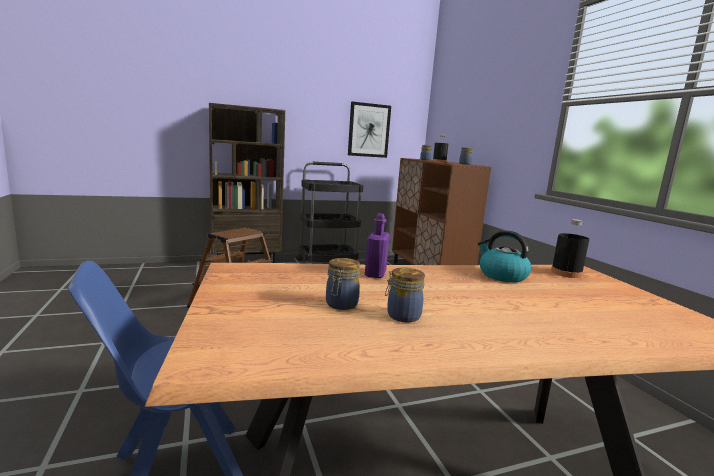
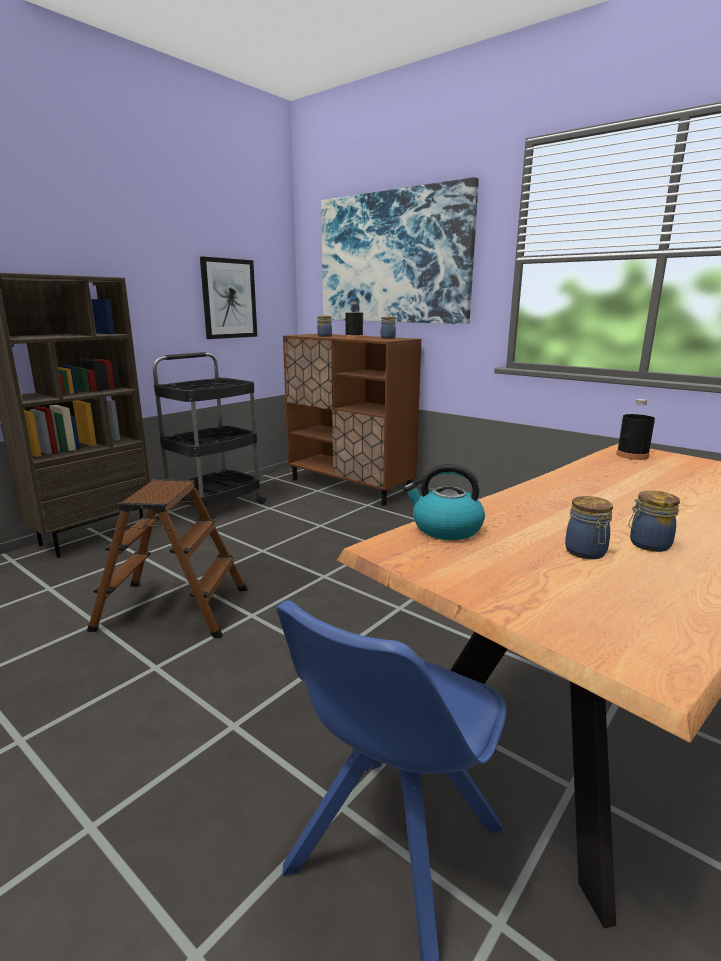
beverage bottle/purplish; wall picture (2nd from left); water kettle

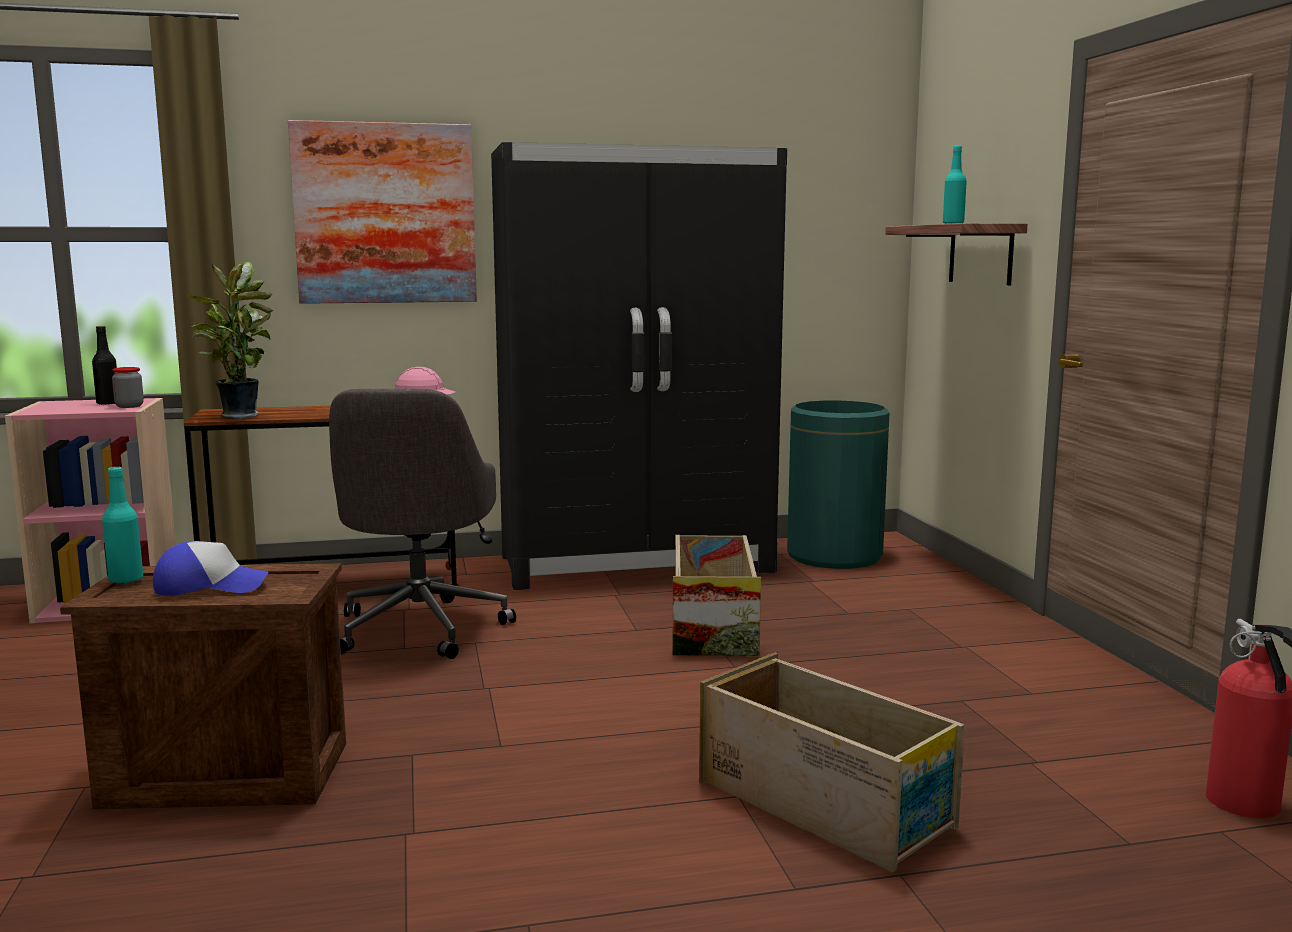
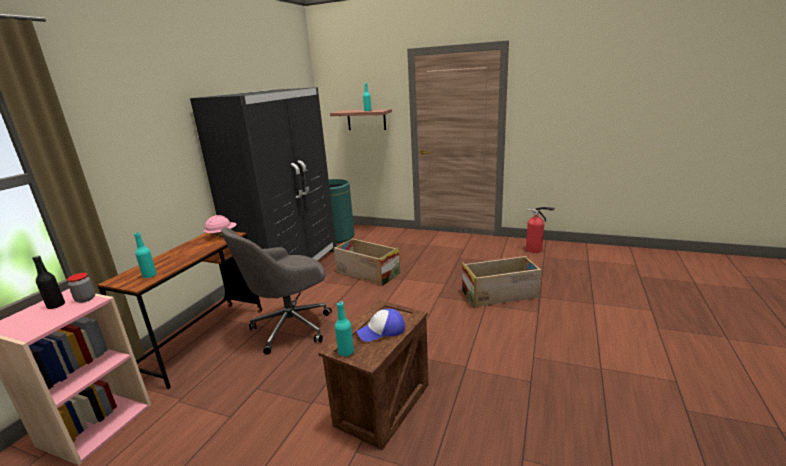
wall picture; beverage bottle/turquoise (1st from left); baseball cap; desk chair/greyish

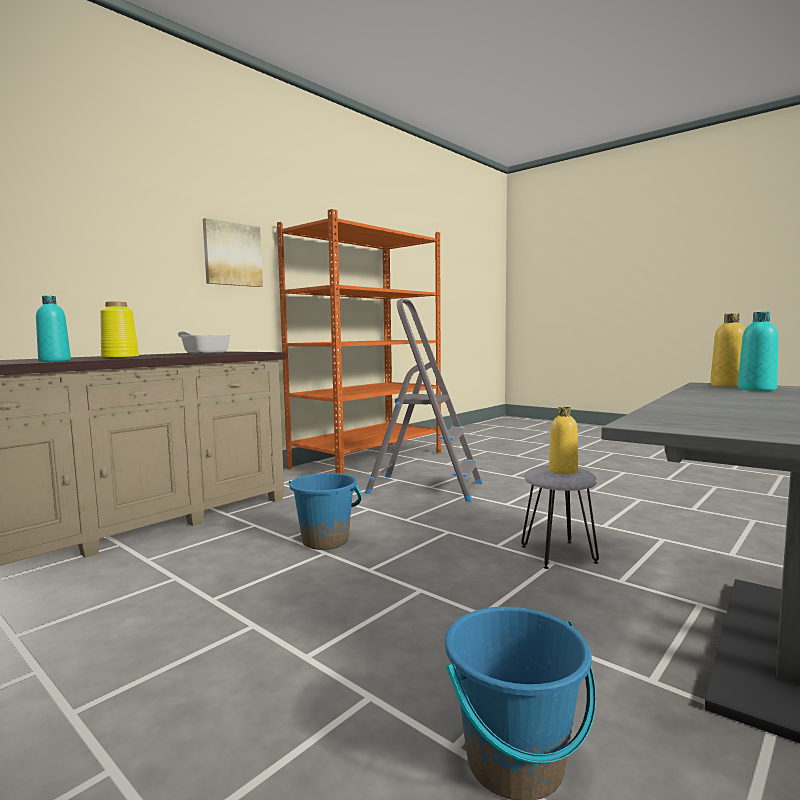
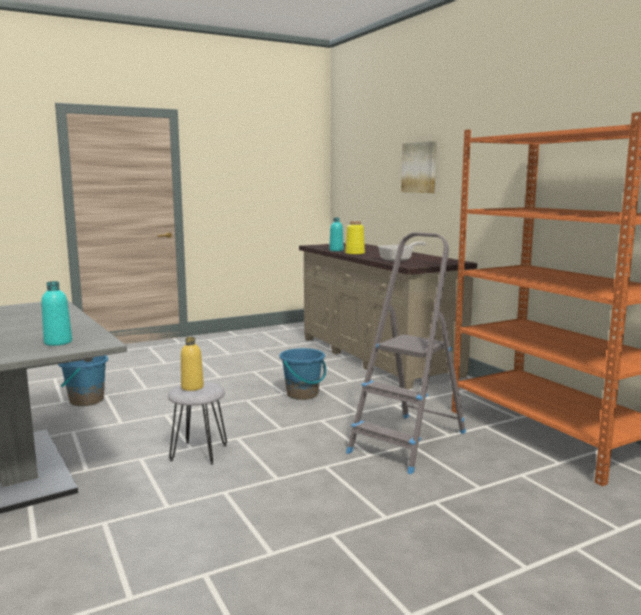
beverage bottle/yellow (2nd from left in the first image); wall picture

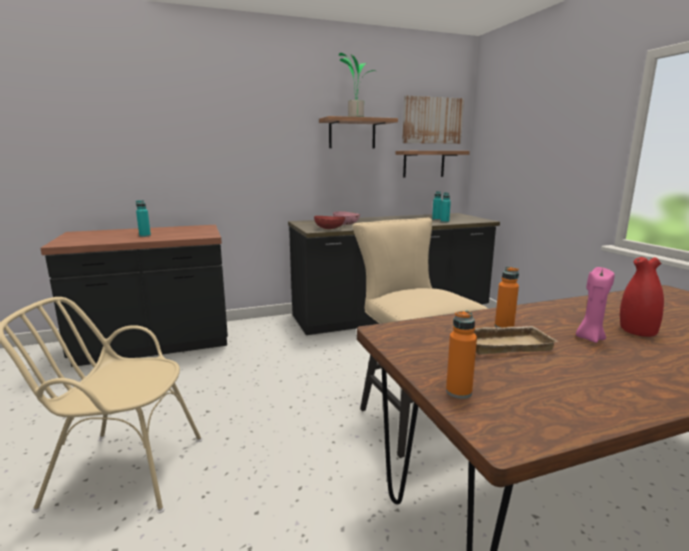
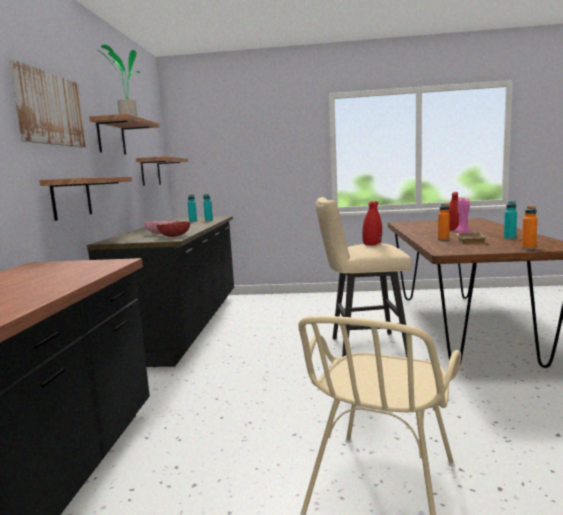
wall shelf (1st from left); decorative vase/red-coloured (1st from left); beverage bottle/turquoise (3rd from left); wall picture

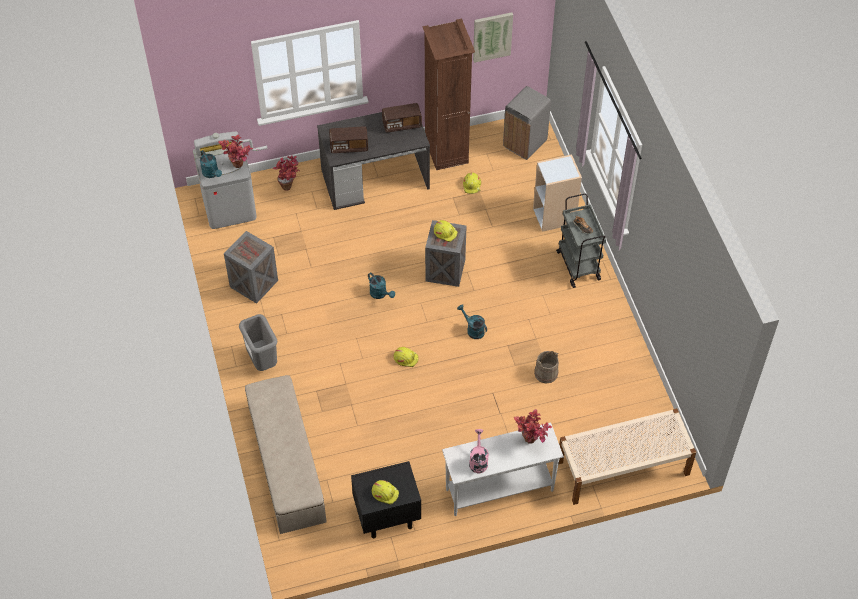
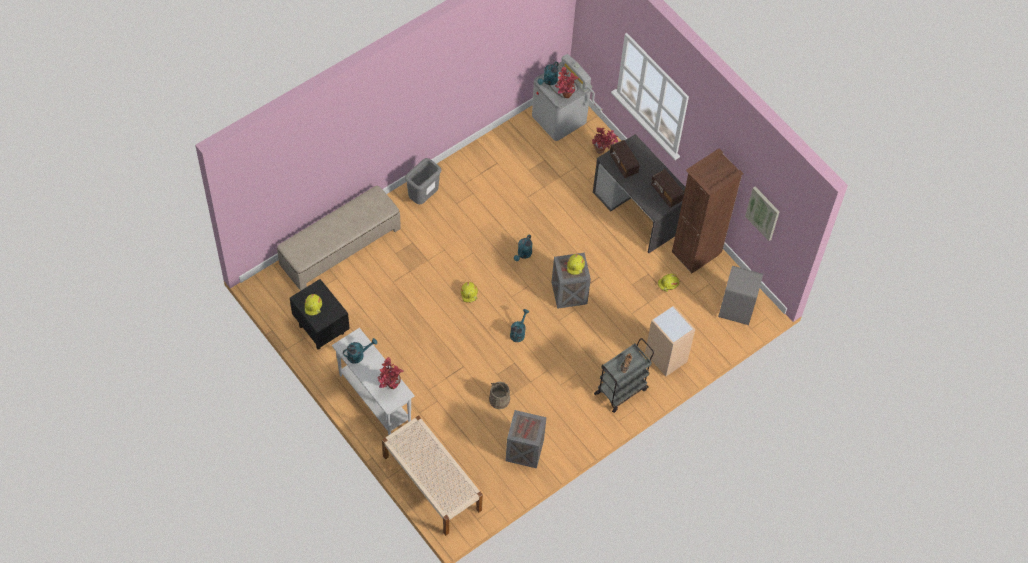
crate (1st from left); sprinkling can/turquoise (1st from left)

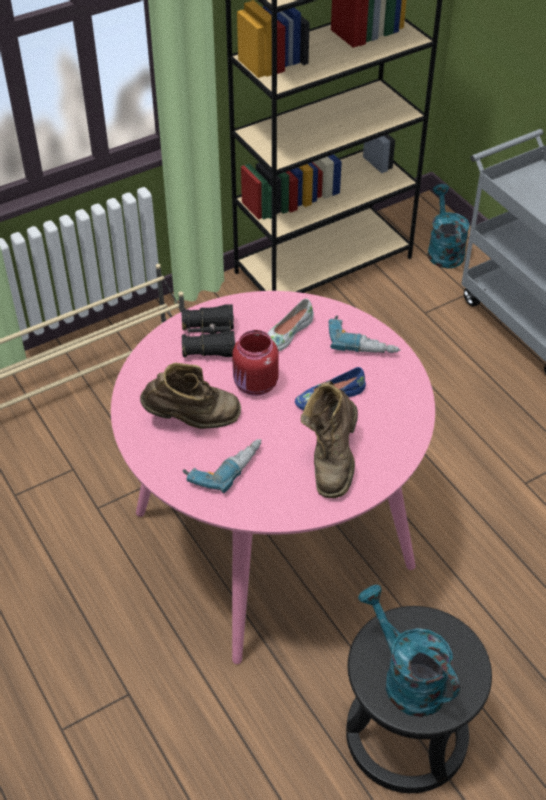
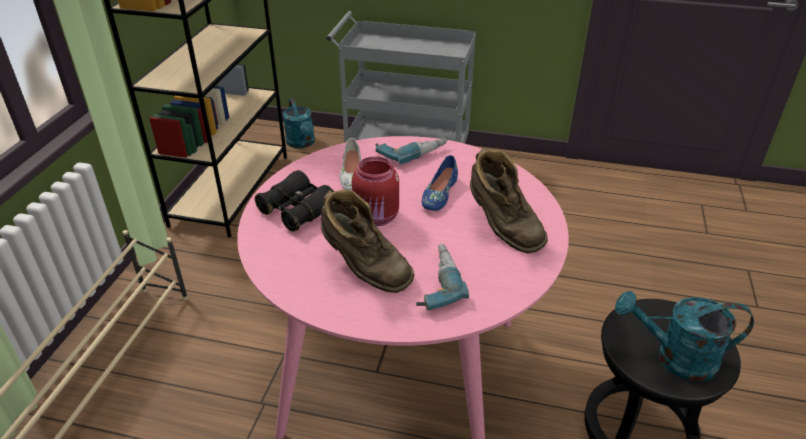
tall boot/brown (1st from left); sprinkling can/turquoise (1st from left)

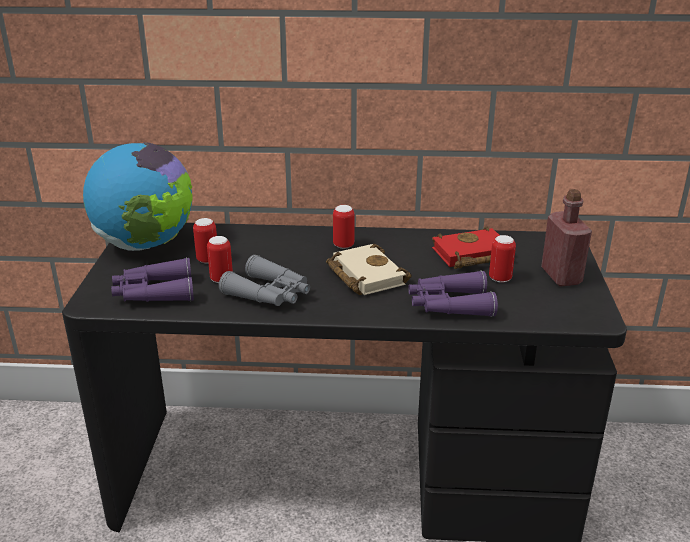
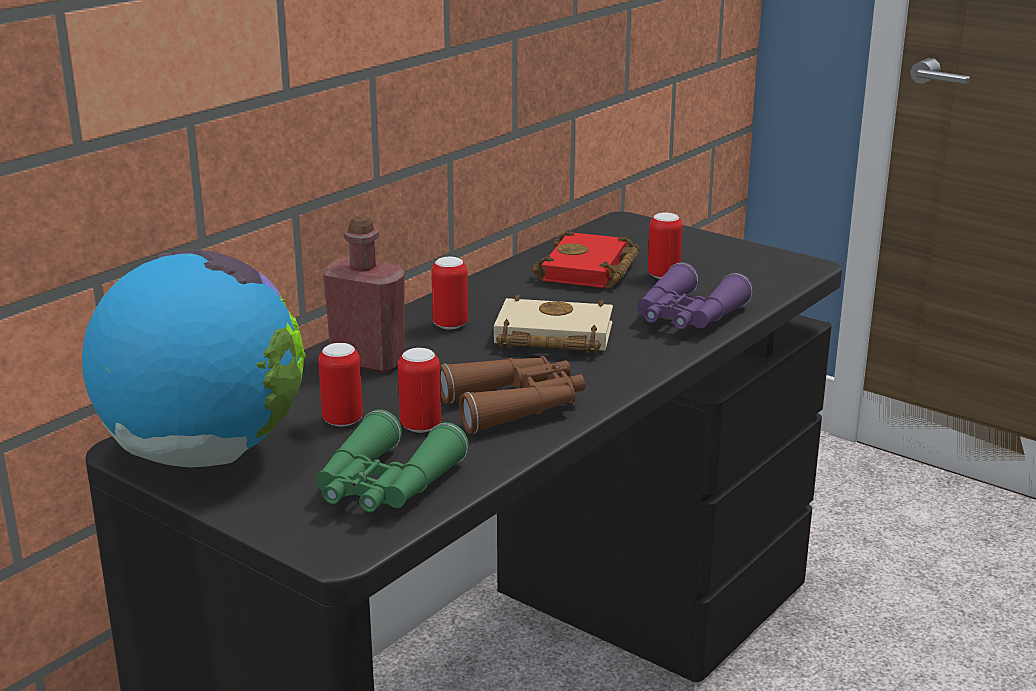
beverage bottle/red-coloured; binoculars/green-coloured; binoculars/brown

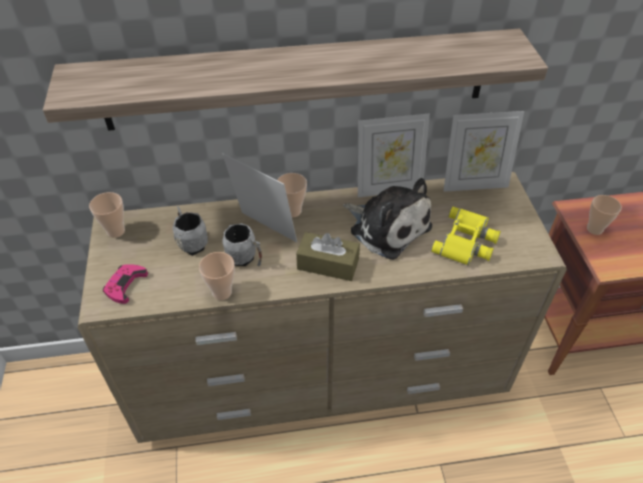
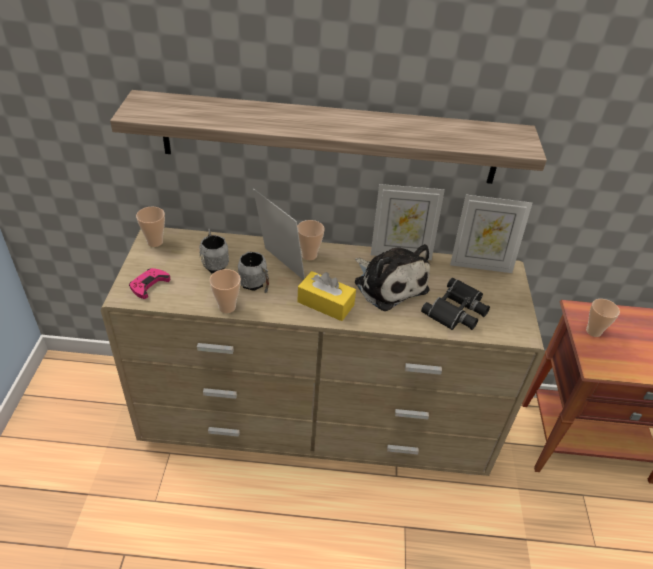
tissue holder/yellow; binoculars/black-coloured

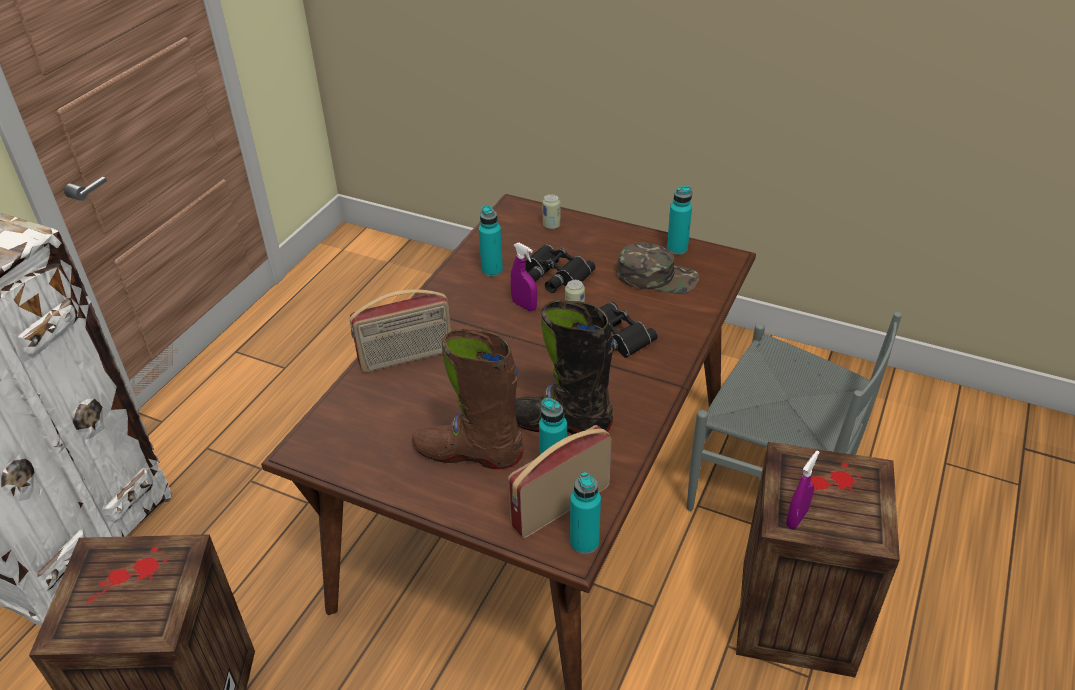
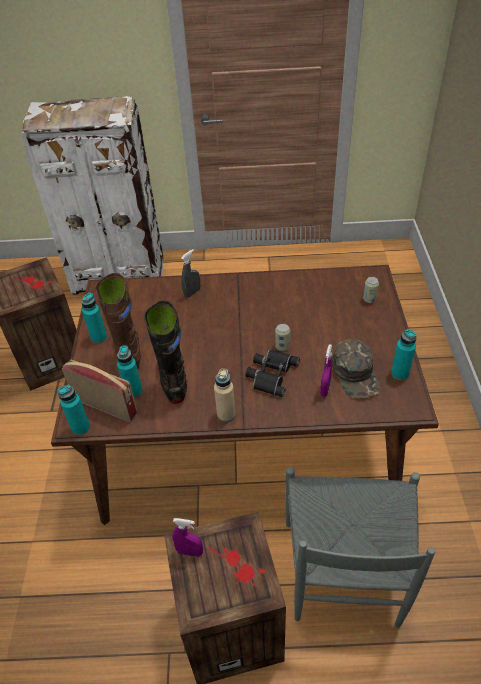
binoculars/black-coloured (1st from left in the first image); beverage bottle/beige-coloured; beverage bottle/turquoise (2nd from left); sprayer/purplish (2nd from left); sprayer/greyish

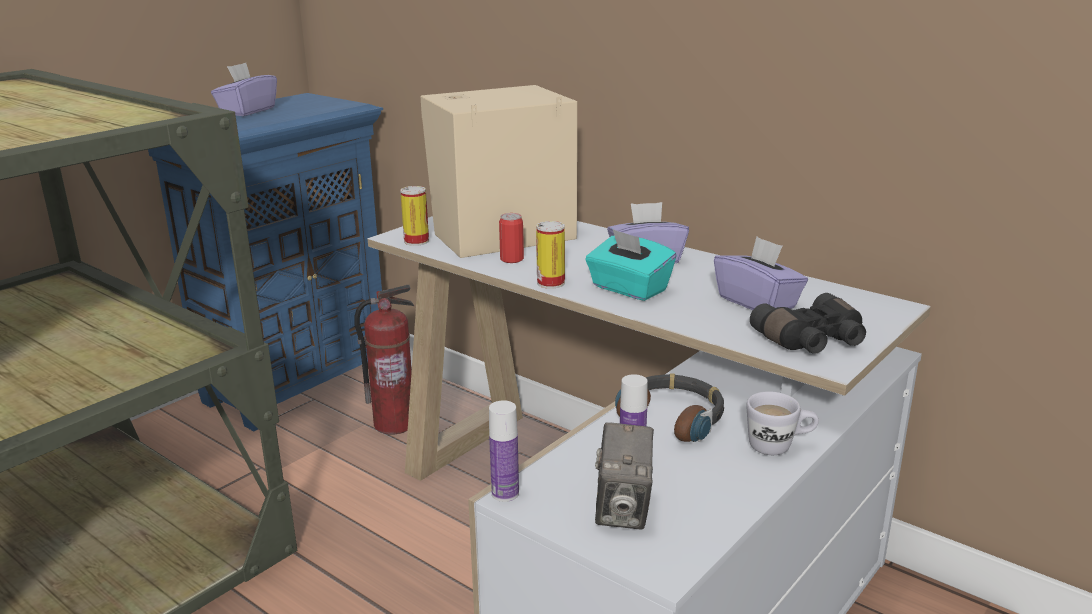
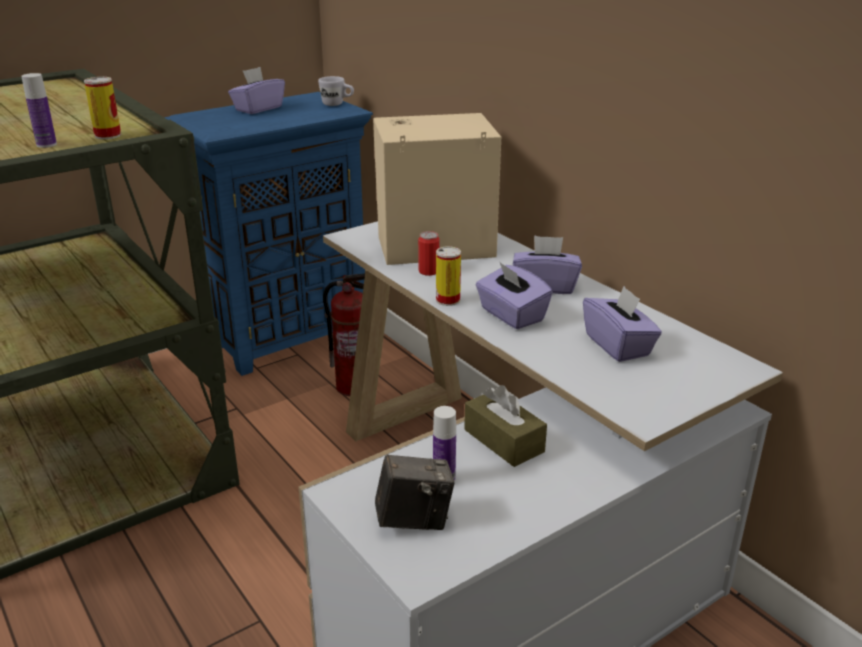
binoculars/black-coloured; can (1st from left); beverage bottle (1st from left); mug/white; tissue holder/brown; tissue holder/purplish (2nd from left); still camera

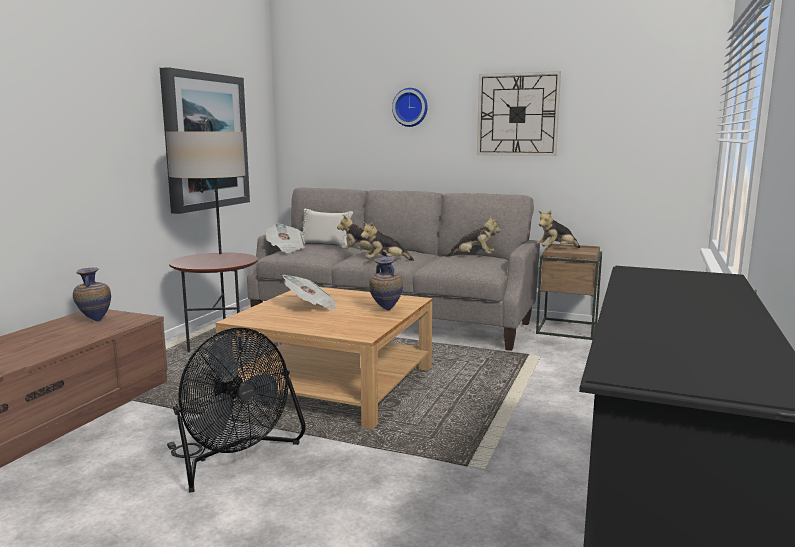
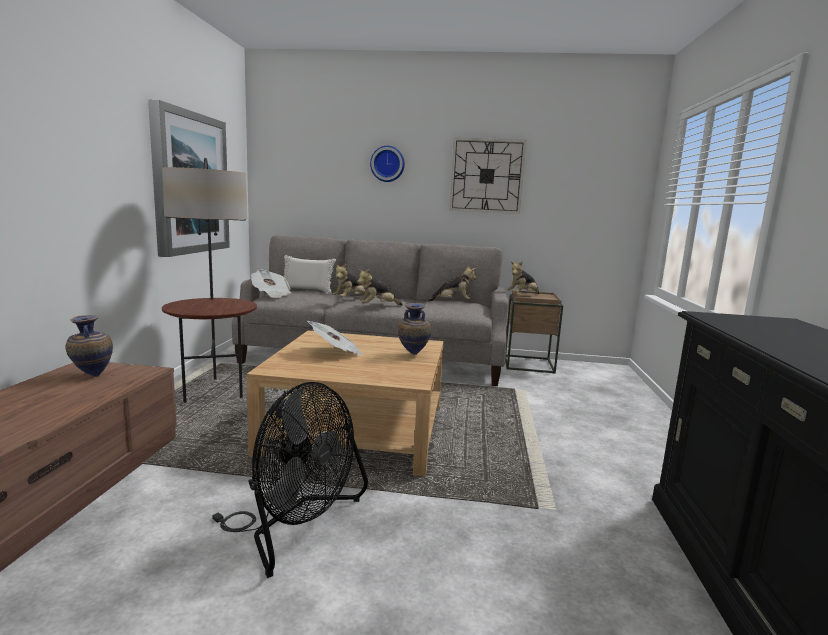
soft toy (1st from left)

